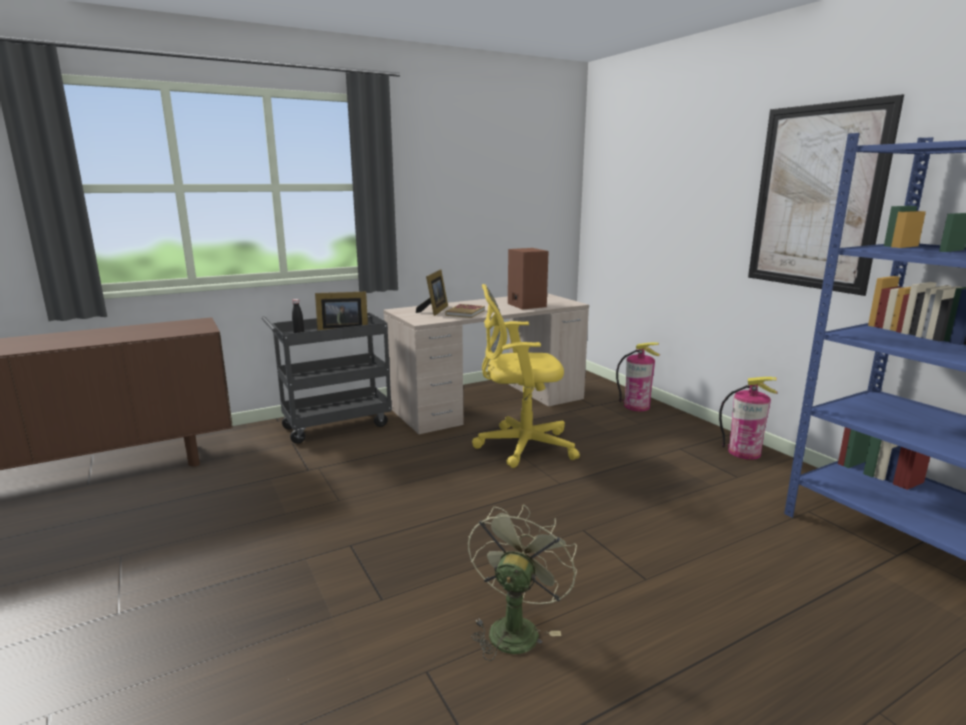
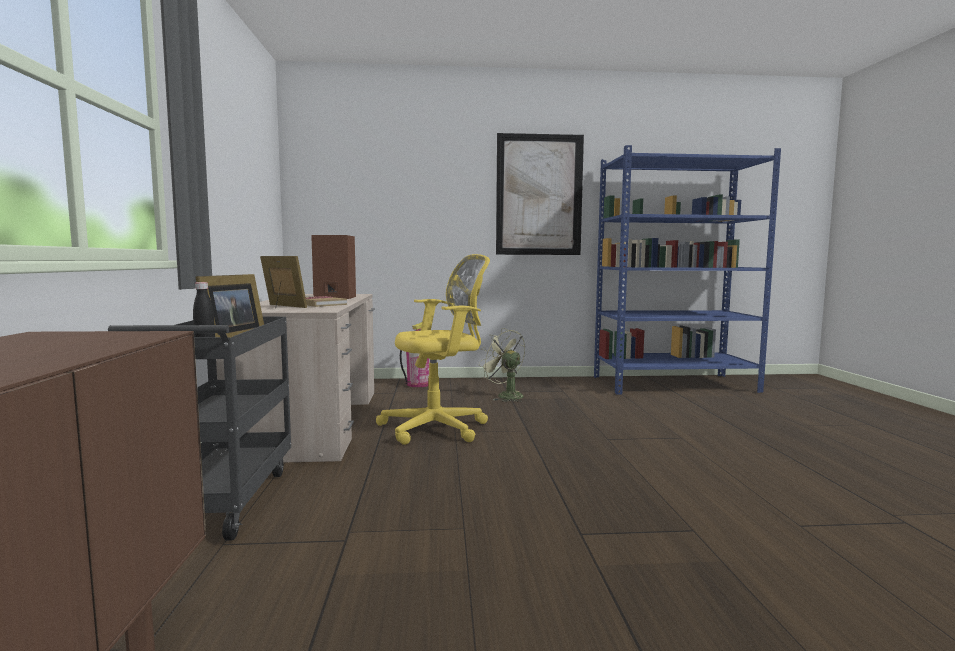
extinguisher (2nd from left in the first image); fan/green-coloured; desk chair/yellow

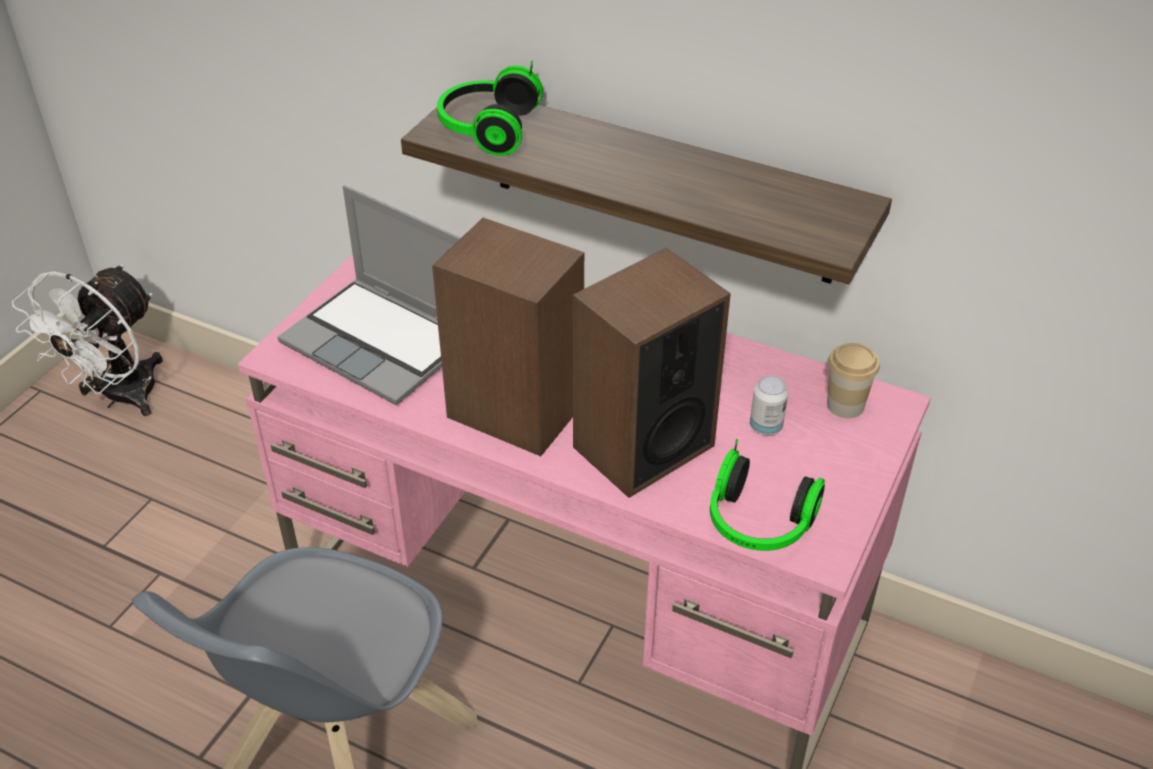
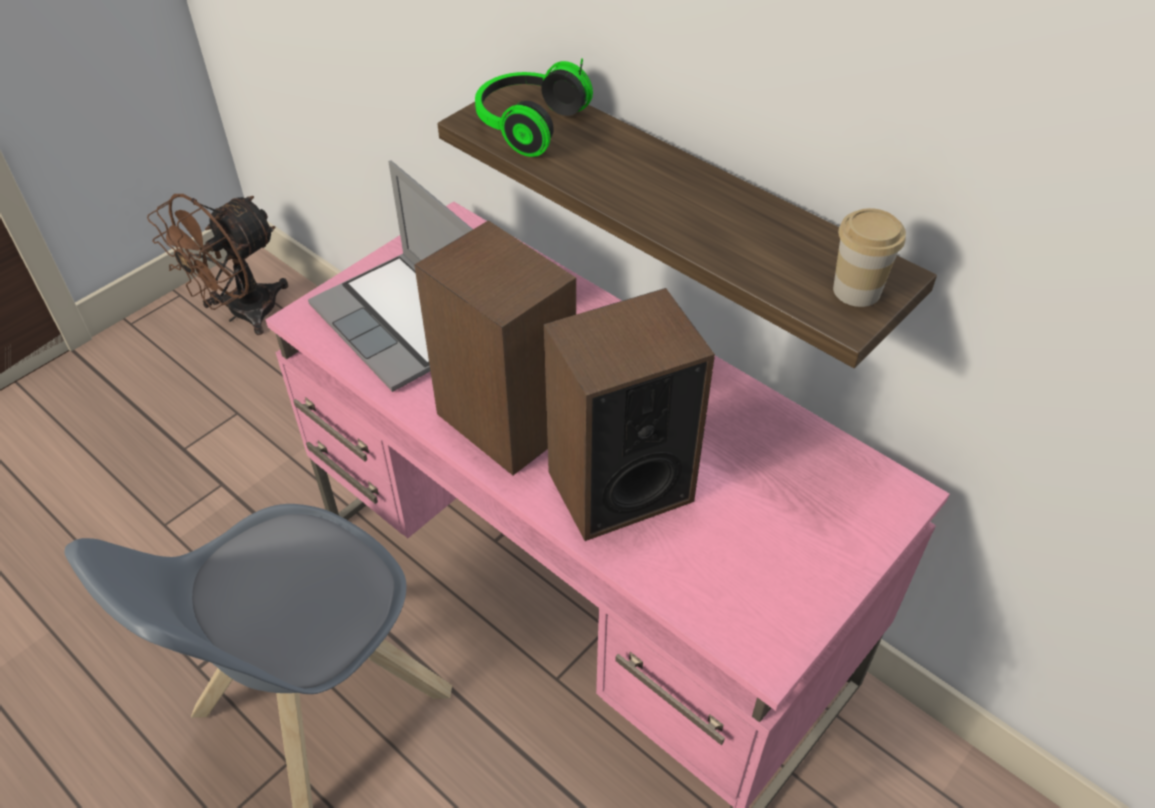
headphones (2nd from left in the first image); can; cup; fan/brown

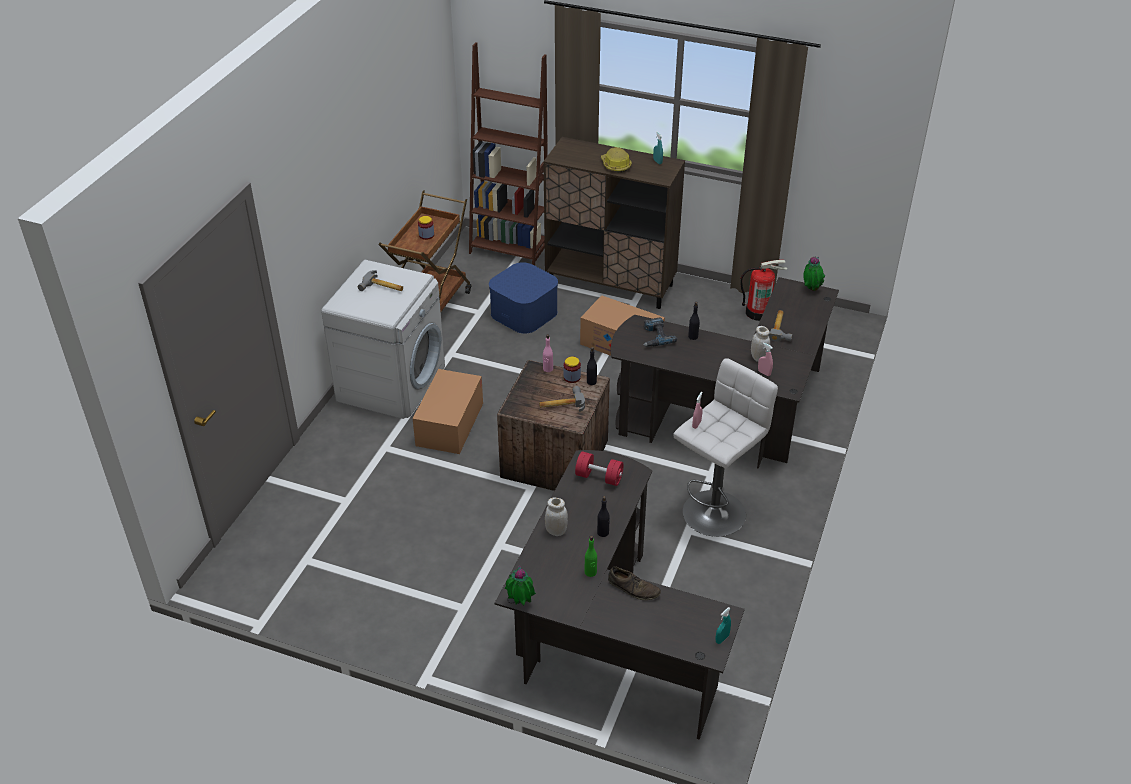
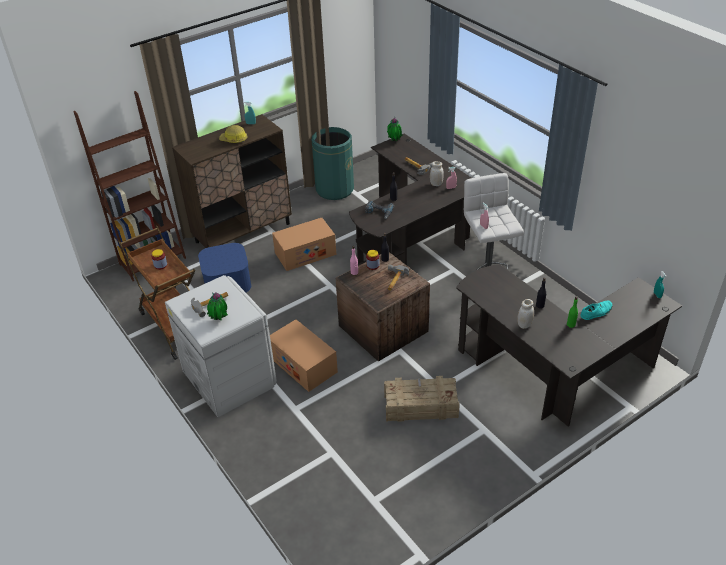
hand weight/red-coloured; crate (2nd from left); plant in a pot (1st from left); waste bin/green-coloured; item of footwear/turquoise

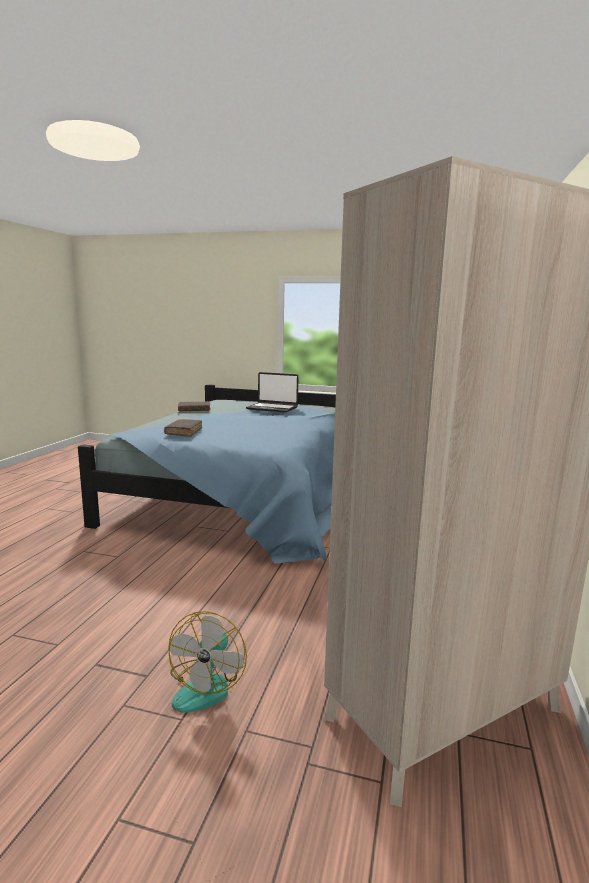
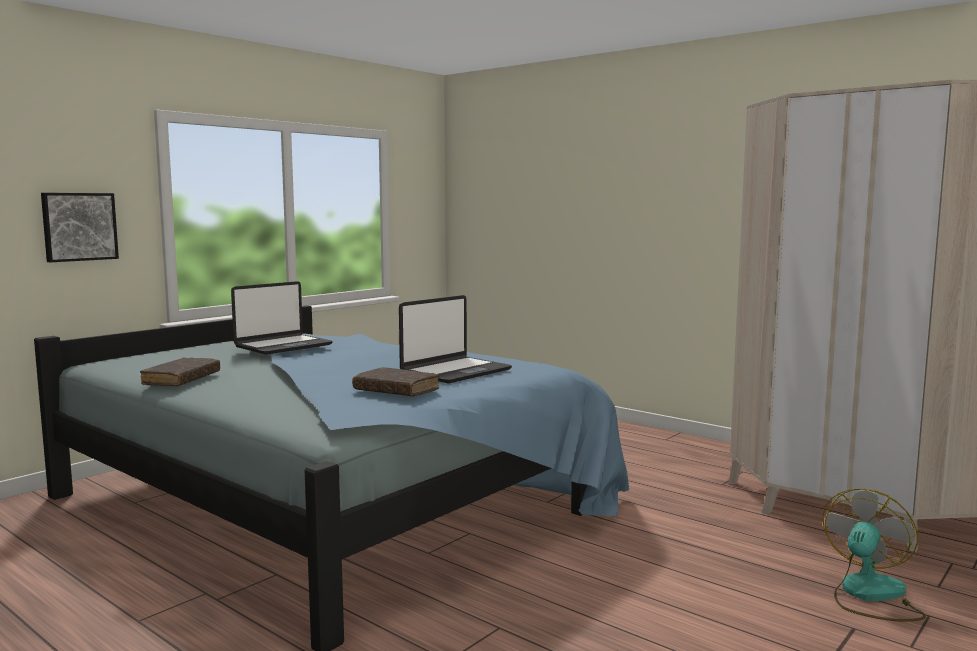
wall picture; laptop (2nd from left); fan

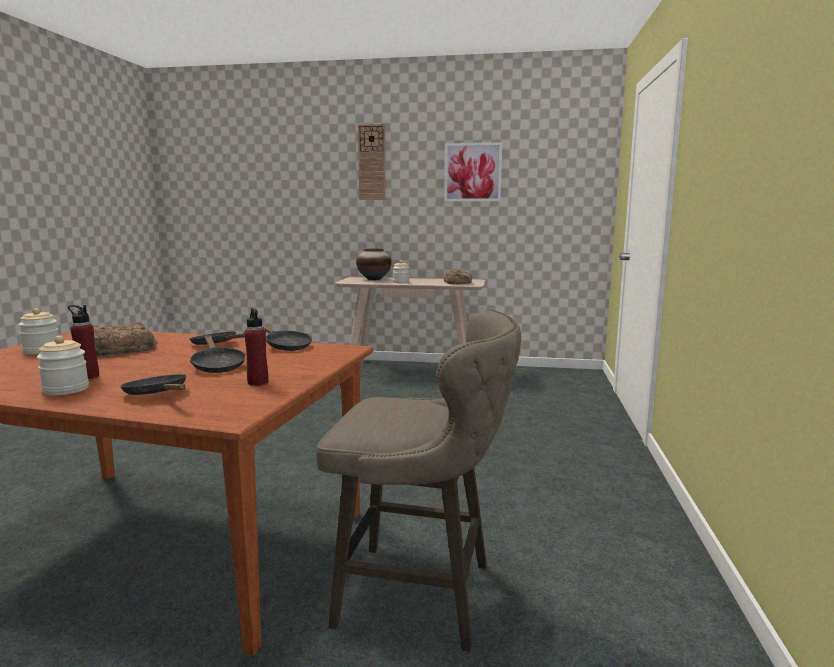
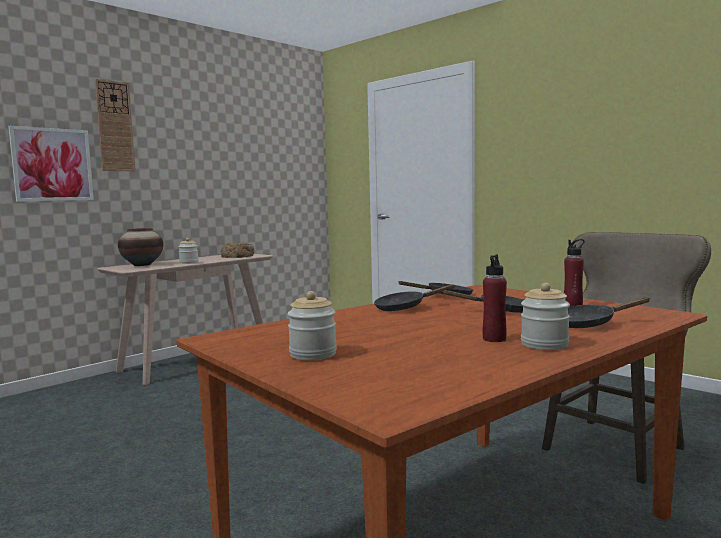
baked bread (1st from left in the first image); wall picture

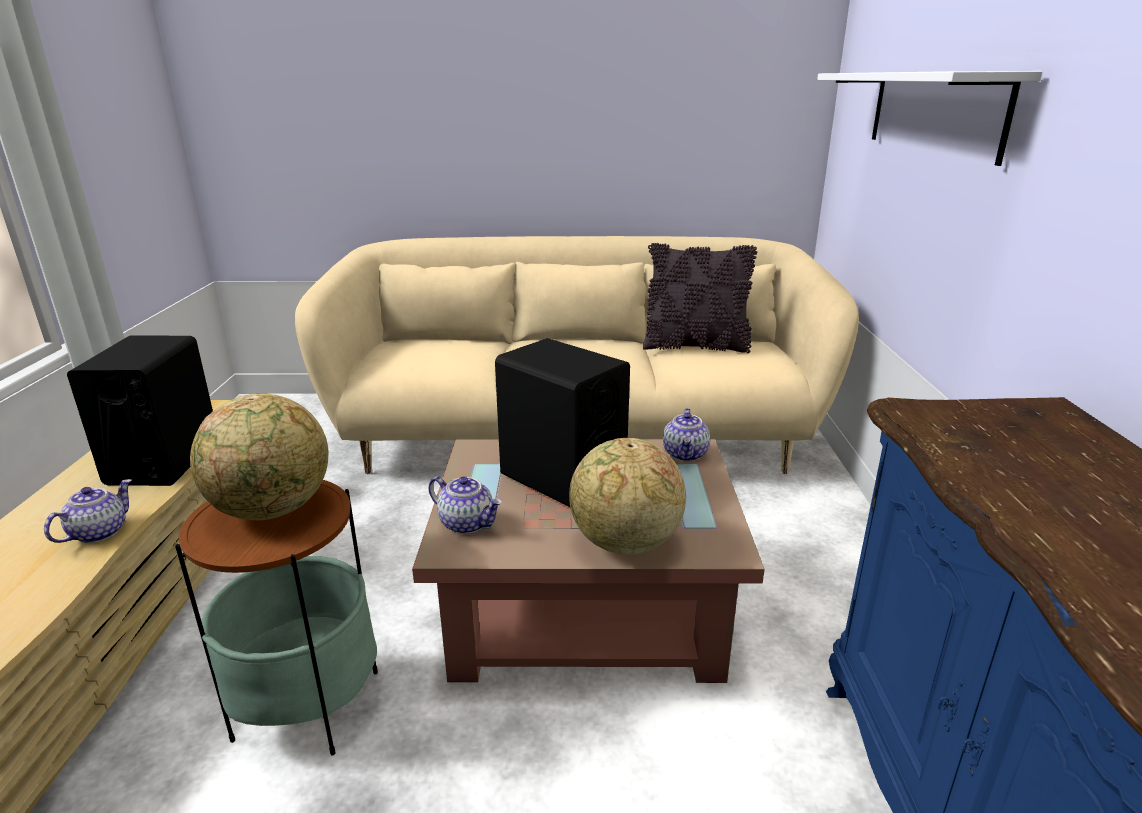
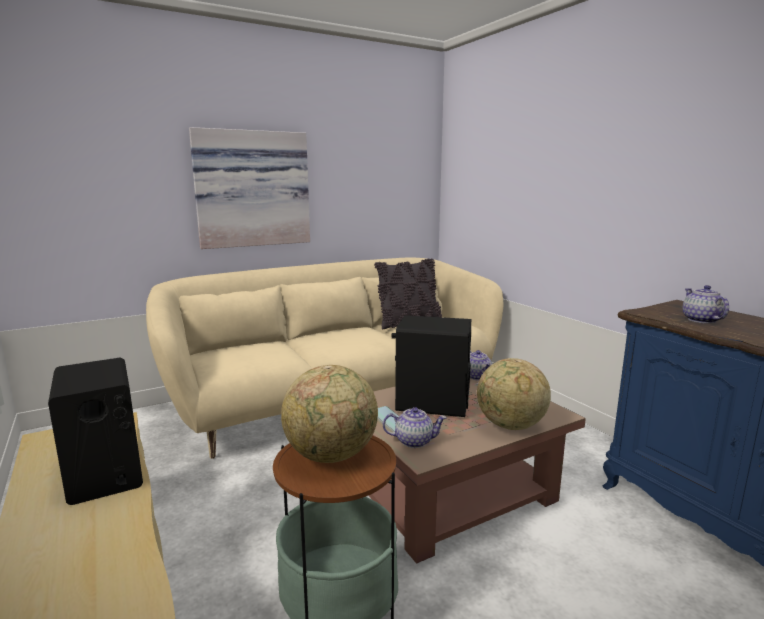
wall shelf/white; wall picture; teapot (3rd from left)

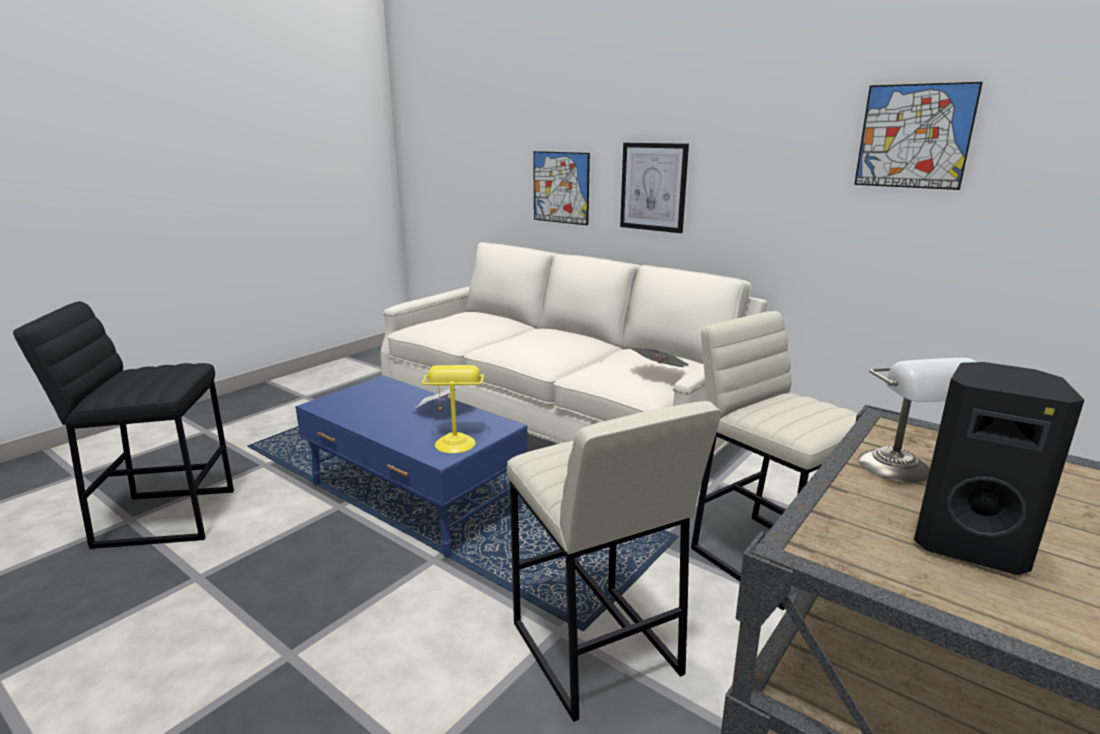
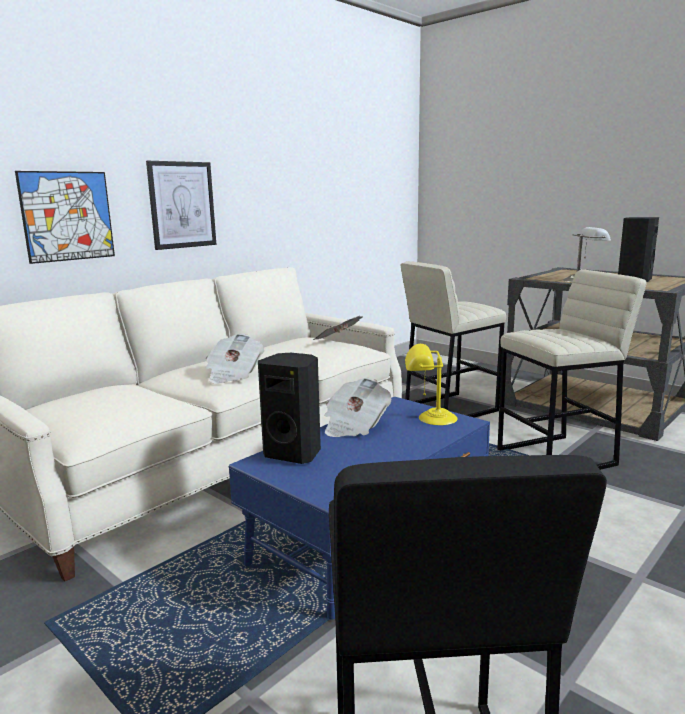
wall picture (3rd from left in the first image); printed paper (1st from left); loudspeaker/black-coloured (1st from left)

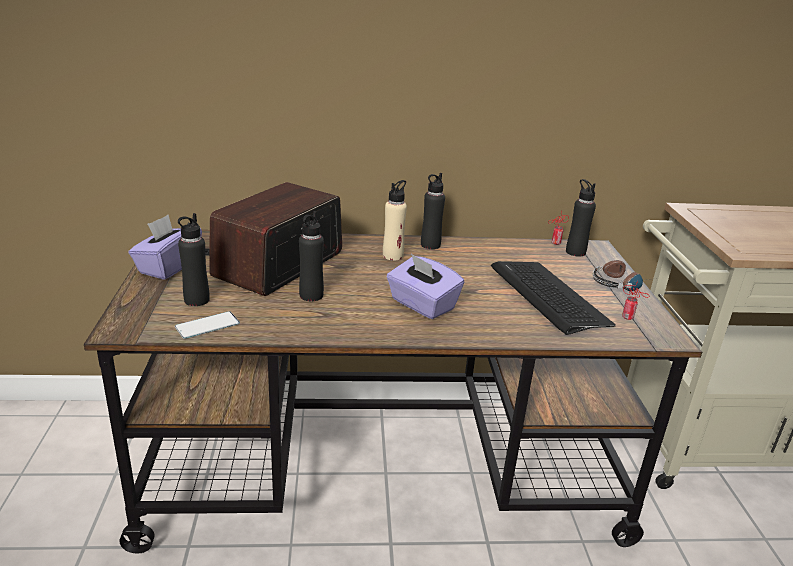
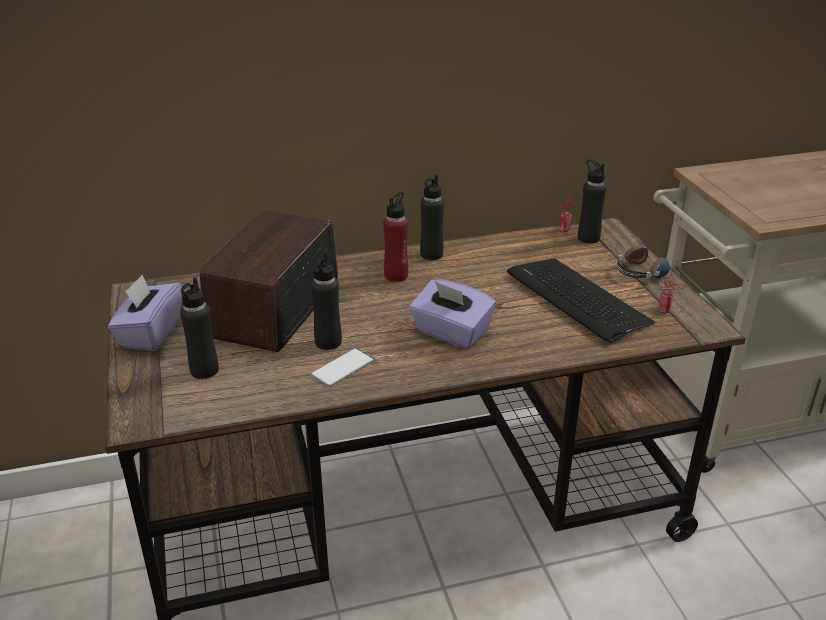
telephone; beverage bottle/red-coloured

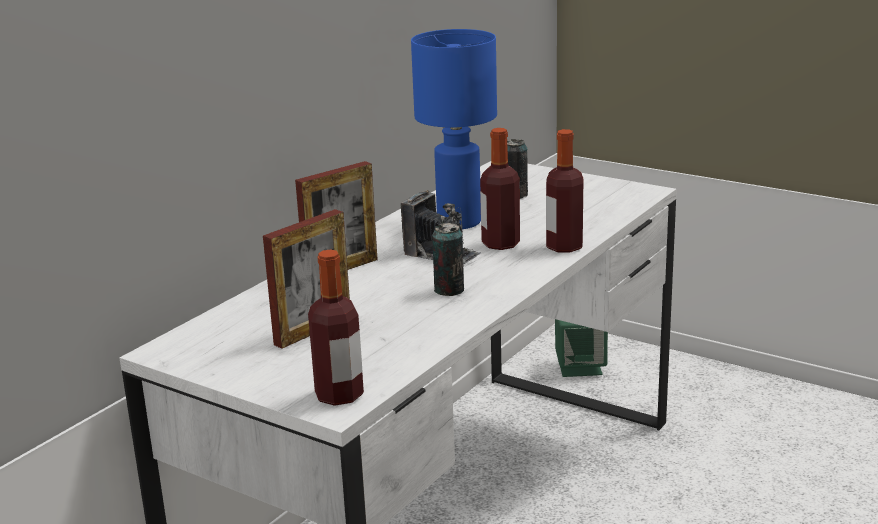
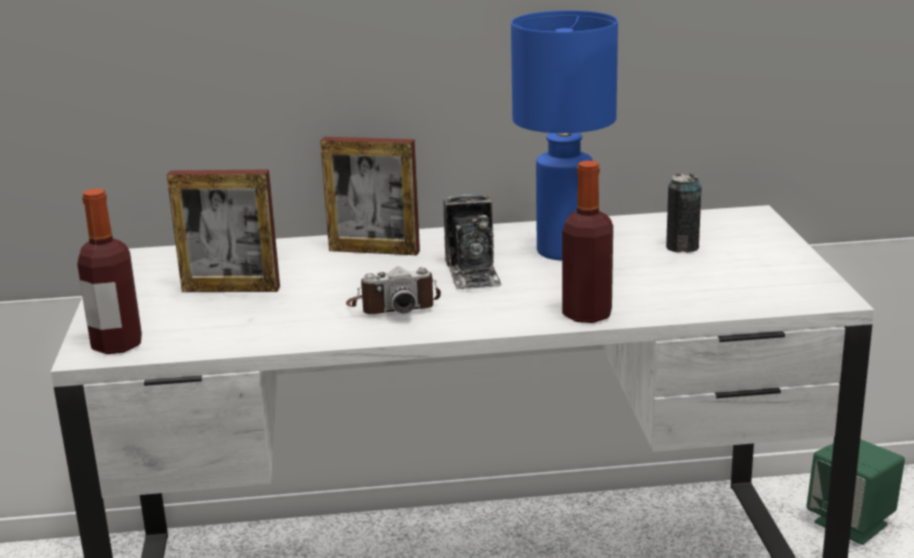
beverage bottle (2nd from left in the first image); still camera (1st from left)

